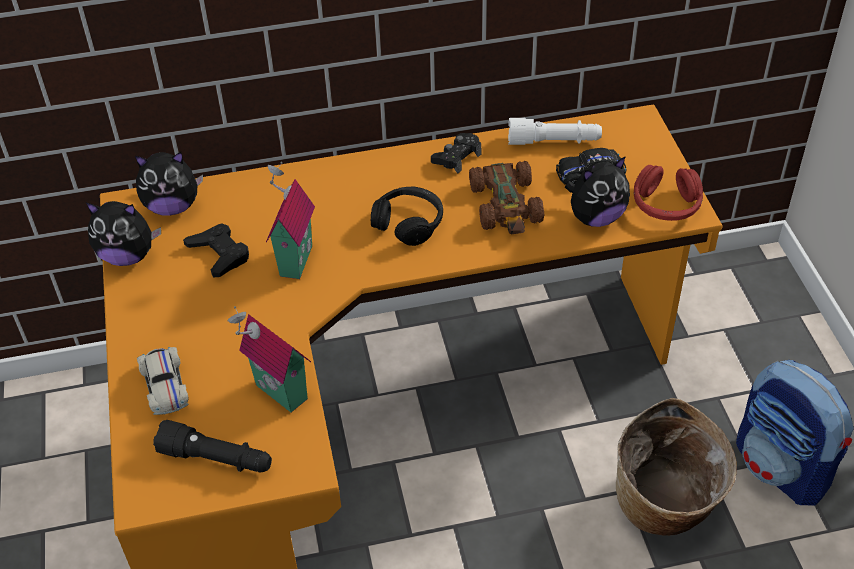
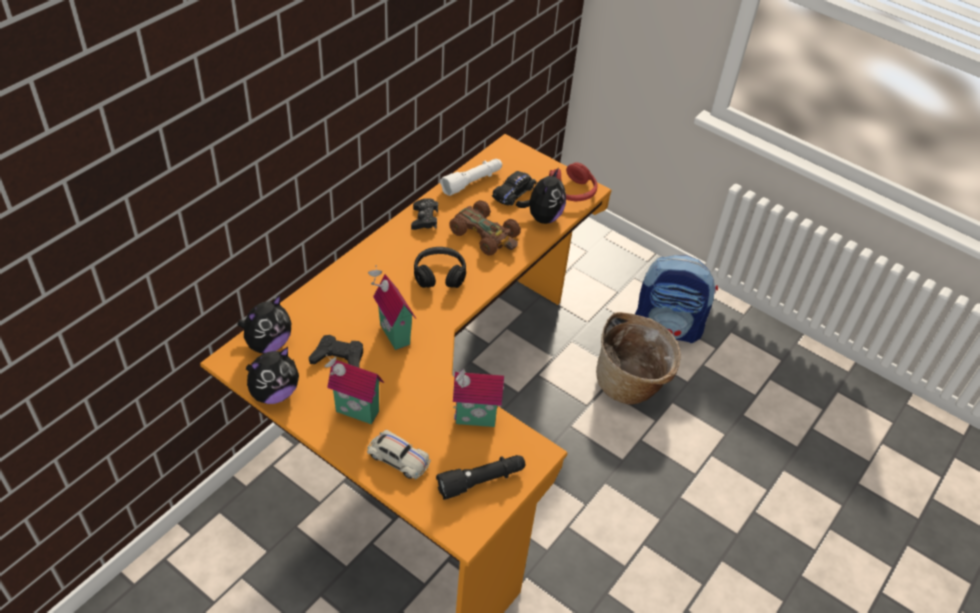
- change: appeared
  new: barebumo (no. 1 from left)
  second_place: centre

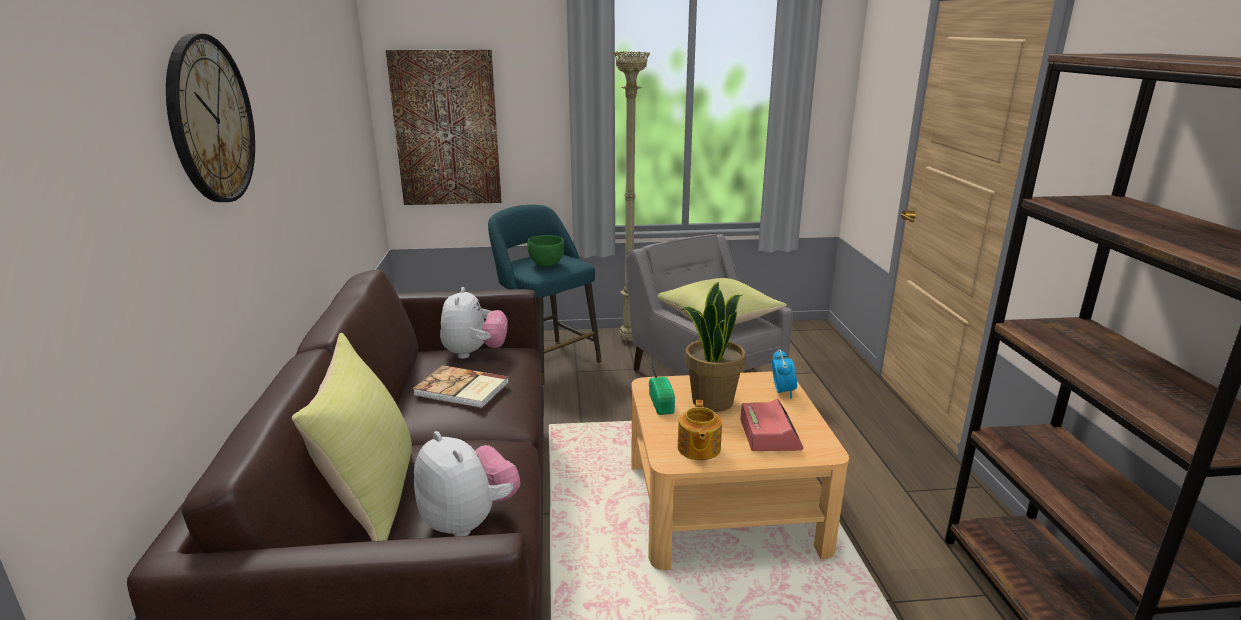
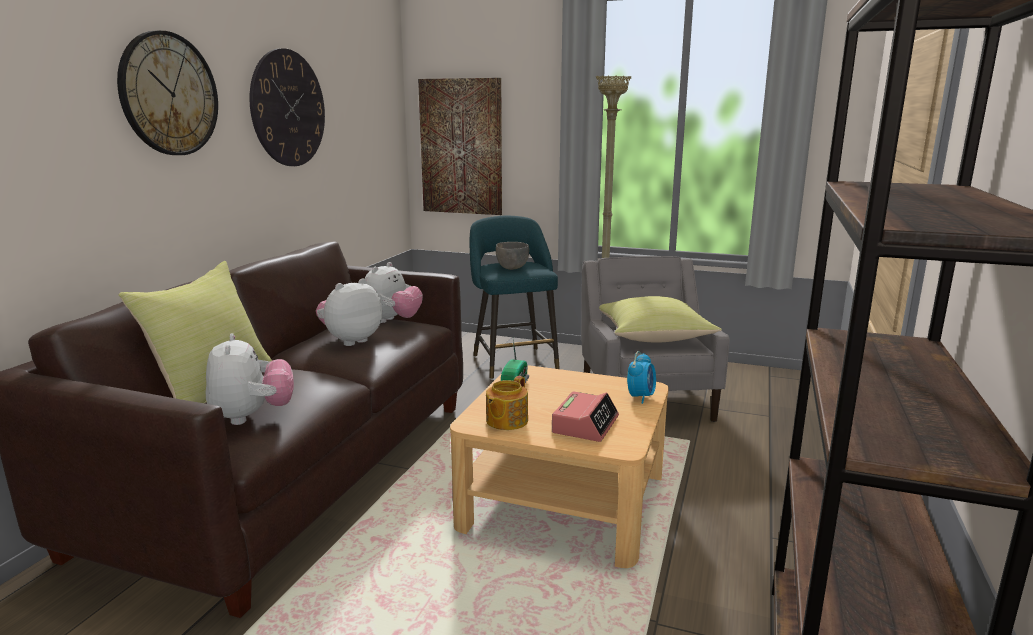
- change: exchanged
  old: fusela
  new: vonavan (no. 2 from left)
  first_place: centre
  second_place: centre
- change: colour
  old: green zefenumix
  new: grey zefenumix
  first_place: centre
  second_place: centre
- change: missing
  old: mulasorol
  first_place: centre
- change: appeared
  new: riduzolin (no. 2 from left)
  second_place: top left

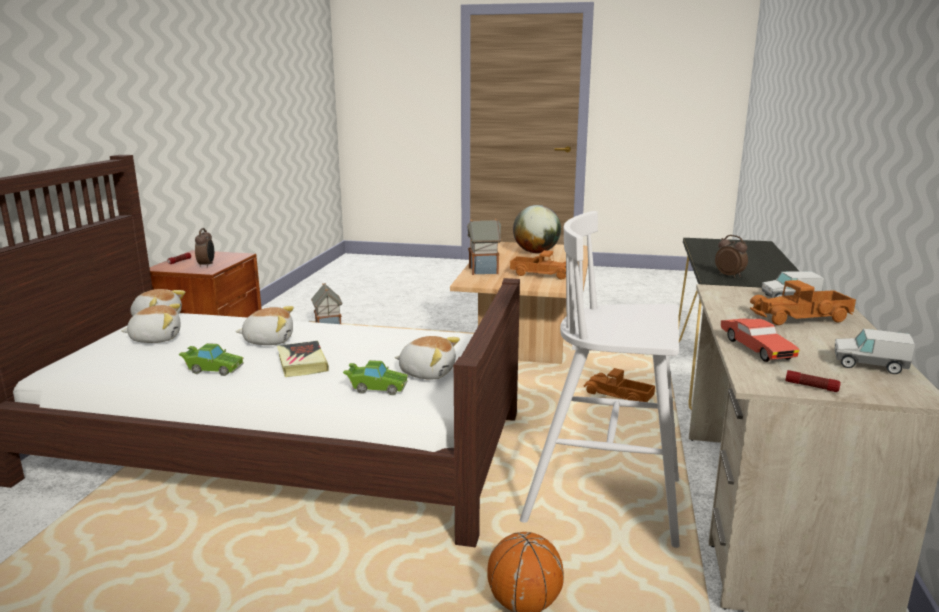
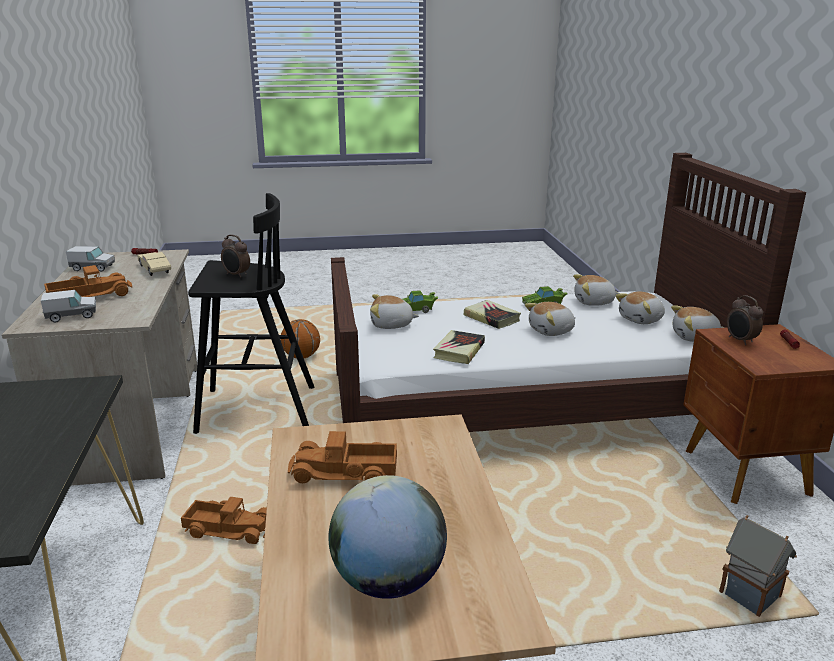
- change: missing
  old: barebumo (no. 2 from left)
  first_place: centre
- change: colour
  old: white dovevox
  new: black dovevox
  first_place: centre
  second_place: middle left
- change: relocated
  old: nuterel (no. 2 from left in the first image)
  new: nuterel (no. 1 from left)
  first_place: middle right
  second_place: middle left
- change: colour
  old: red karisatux
  new: beige karisatux
  first_place: middle right
  second_place: middle left
- change: appeared
  new: fusela (no. 1 from left)
  second_place: centre
- change: appeared
  new: vonavan (no. 3 from left)
  second_place: middle right

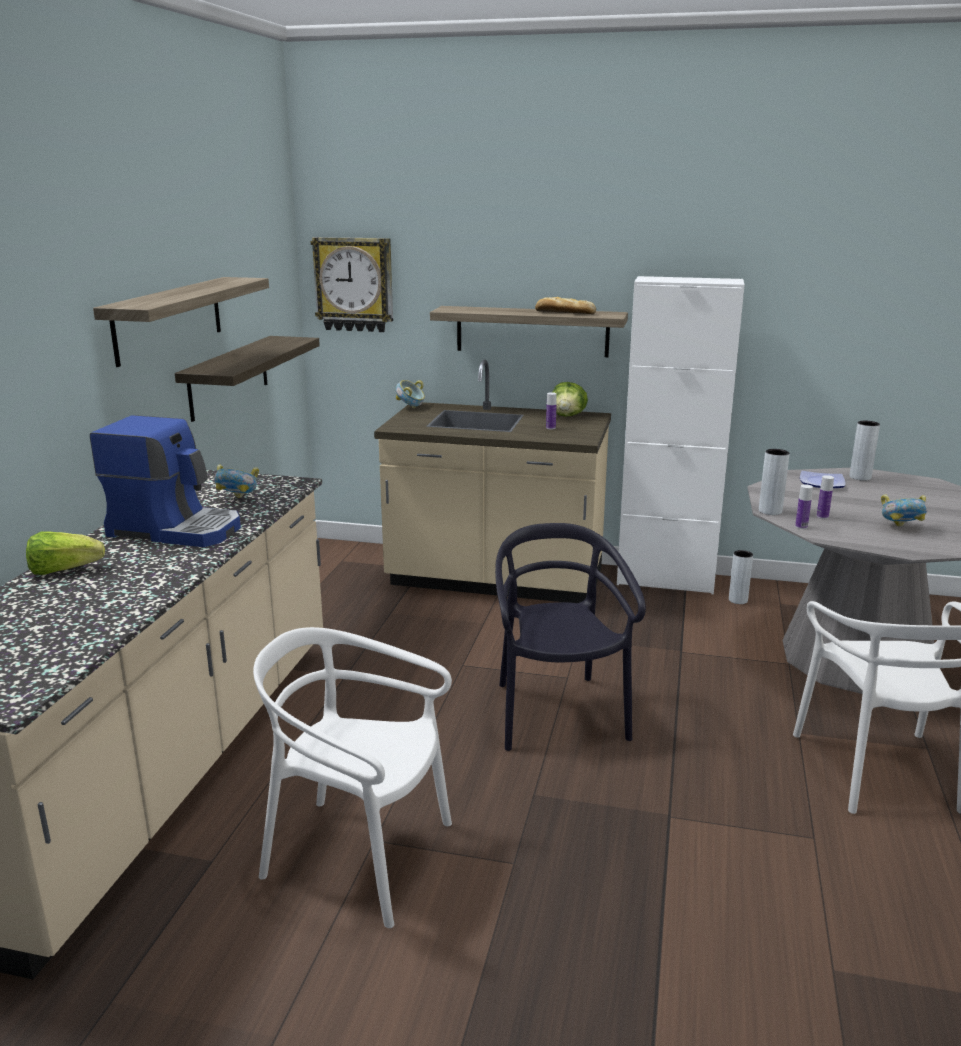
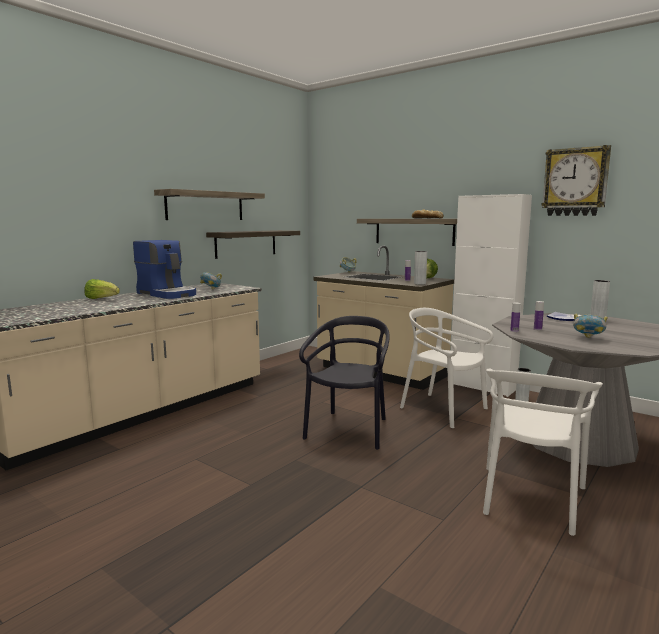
- change: relocated
  old: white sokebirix (no. 1 from left)
  first_place: bottom centre
  second_place: middle right
- change: relocated
  old: riduzolin
  first_place: top centre
  second_place: top right
- change: relocated
  old: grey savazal (no. 2 from left in the first image)
  new: grey savazal (no. 1 from left)
  first_place: middle right
  second_place: centre

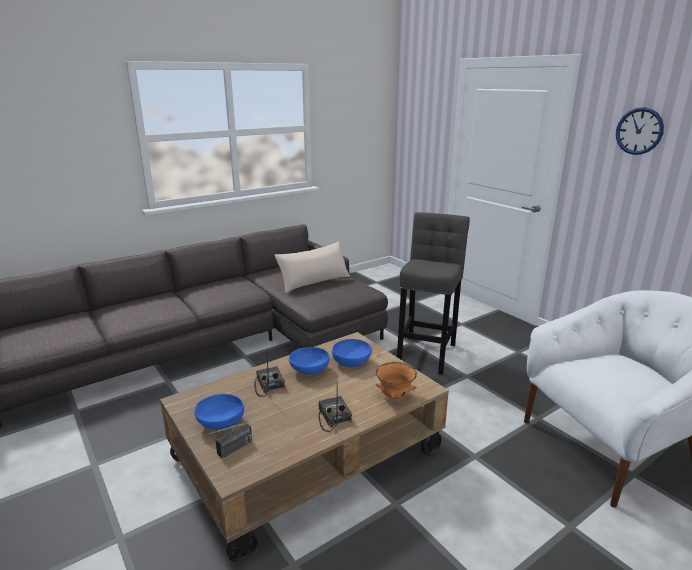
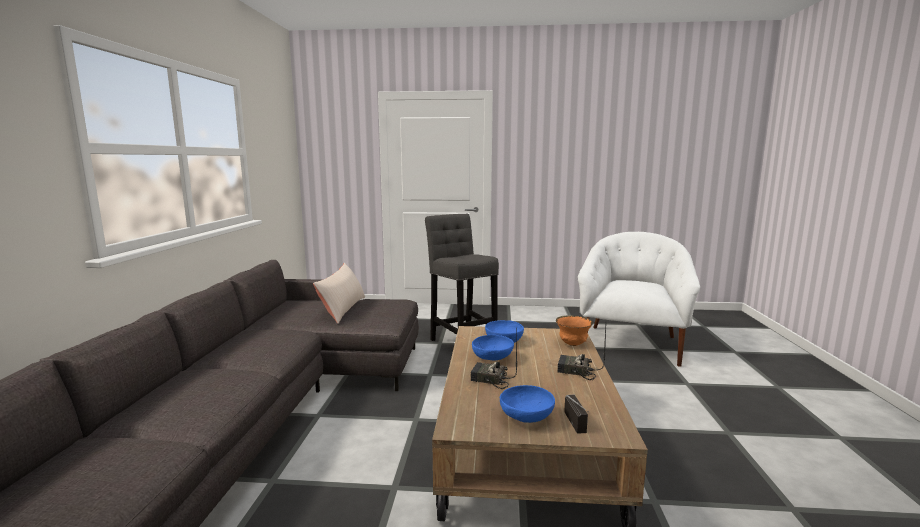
- change: missing
  old: riduzolin
  first_place: top right

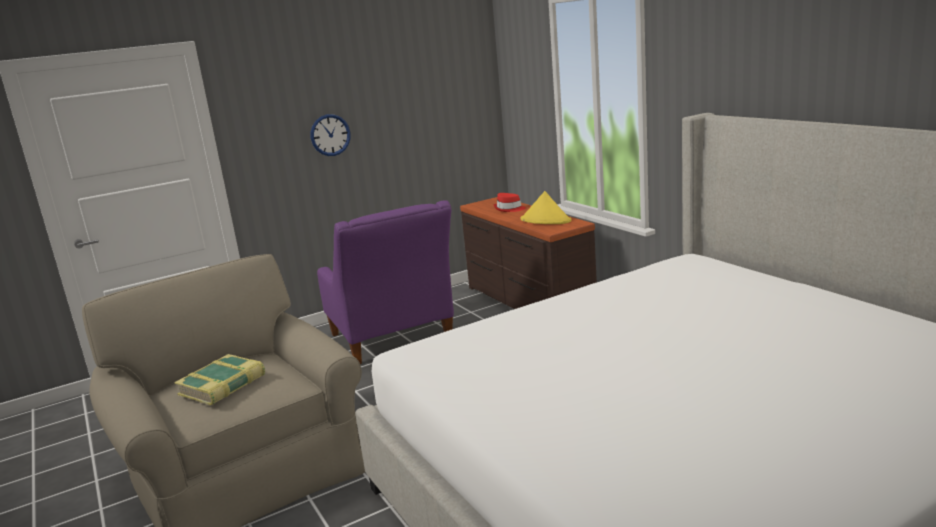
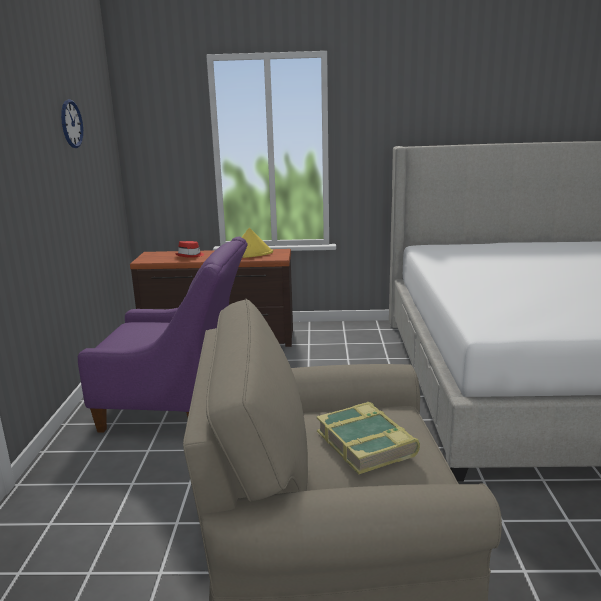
- change: relocated
  old: riduzolin
  first_place: top centre
  second_place: top left

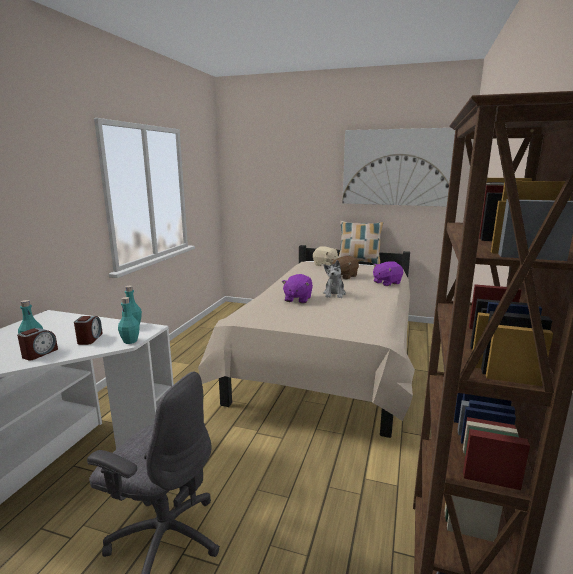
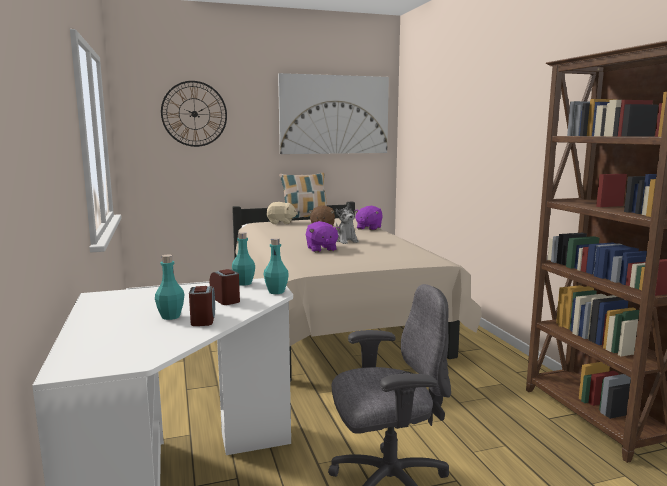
- change: appeared
  new: riduzolin
  second_place: top left

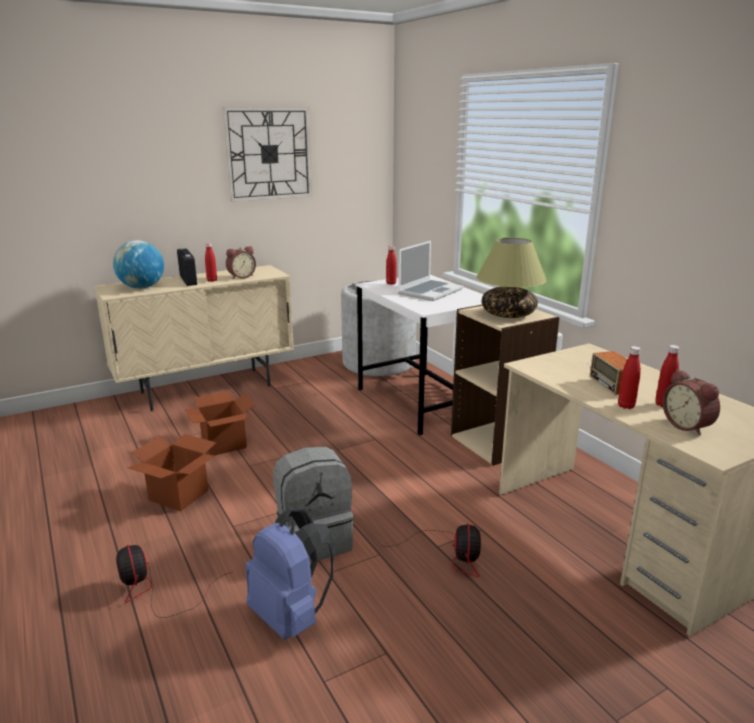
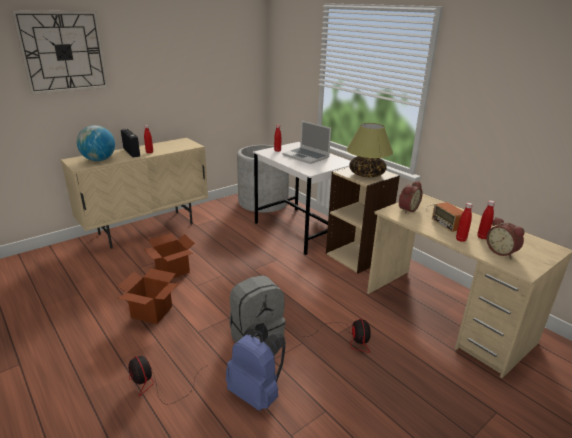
- change: relocated
  old: riduzolin
  first_place: top centre
  second_place: top left
- change: relocated
  old: nuterel (no. 1 from left)
  first_place: middle left
  second_place: middle right
- change: spun
  old: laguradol
  first_place: centre
  second_place: top centre
  degrees: 105

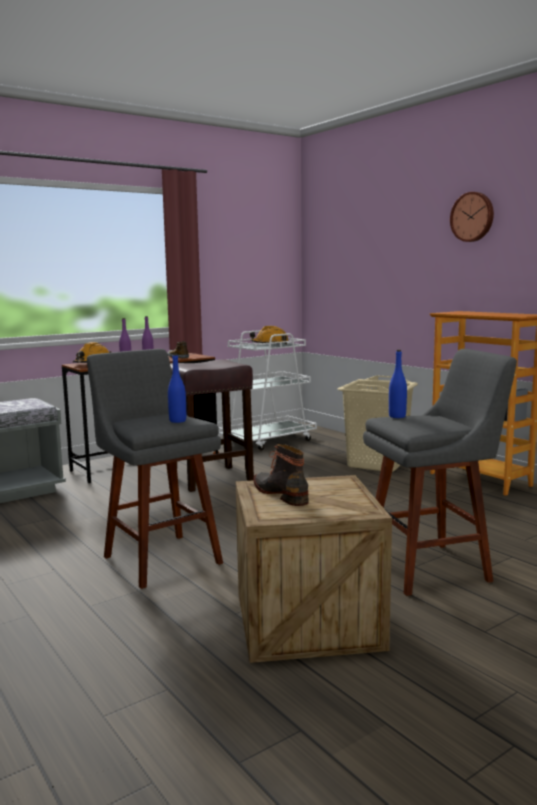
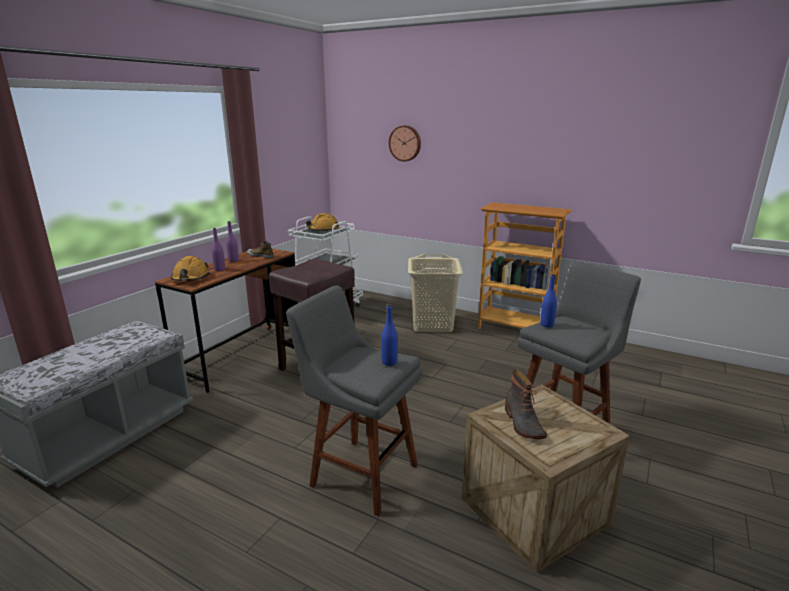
- change: spun
  old: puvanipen
  first_place: centre
  second_place: bottom right
  degrees: -135
- change: relocated
  old: riduzolin
  first_place: top right
  second_place: top centre

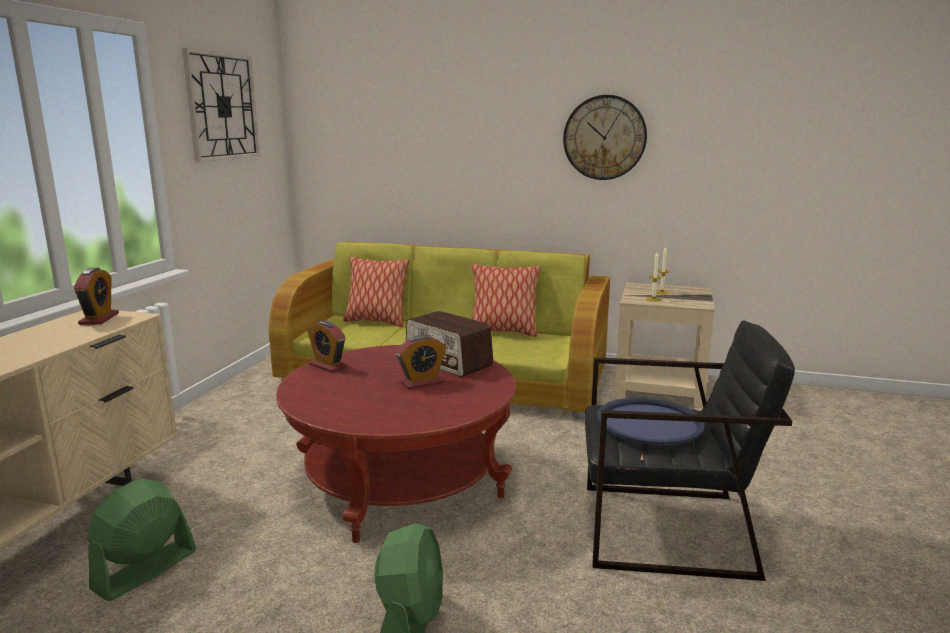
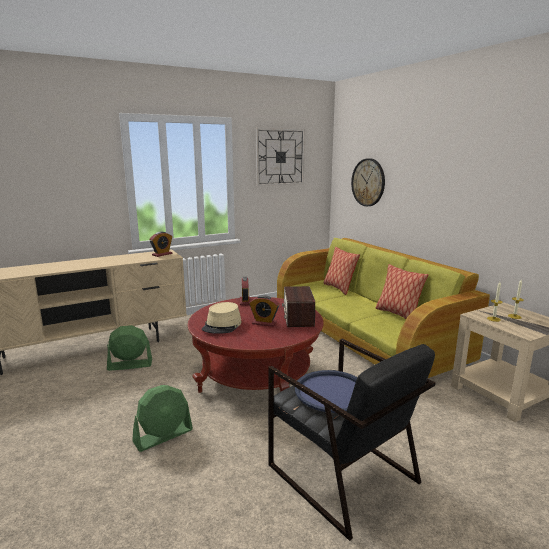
- change: relocated
  old: riduzolin (no. 2 from left)
  first_place: top centre
  second_place: top right
- change: appeared
  new: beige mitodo
  second_place: centre

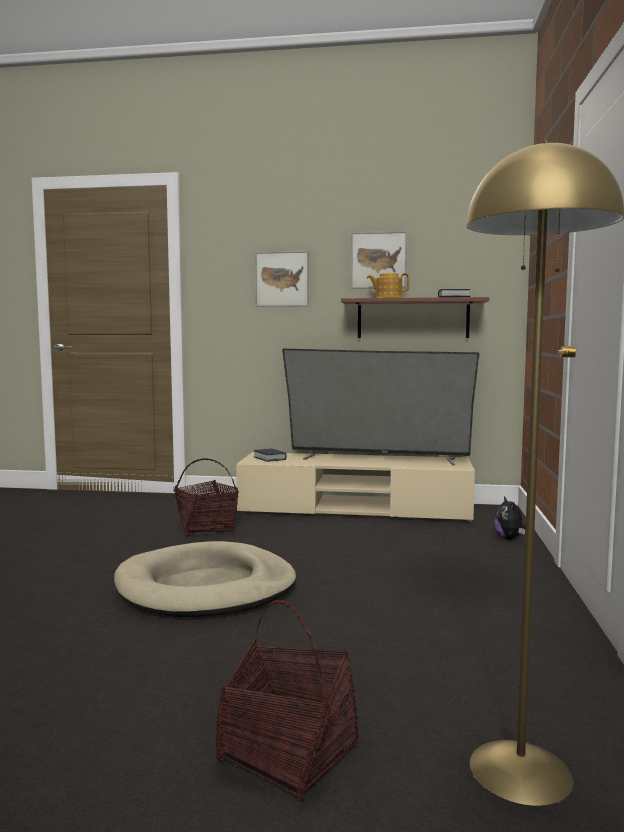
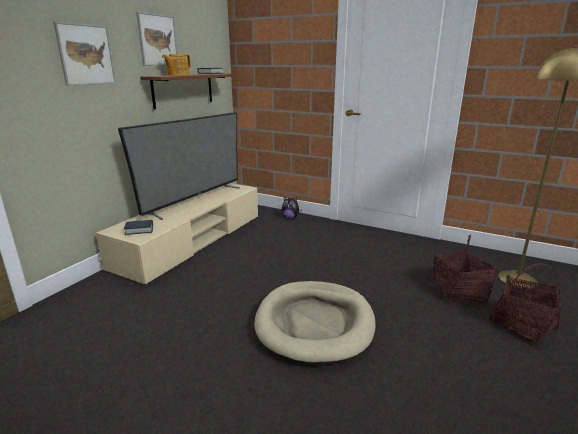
- change: relocated
  old: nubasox (no. 1 from left)
  first_place: middle left
  second_place: middle right

